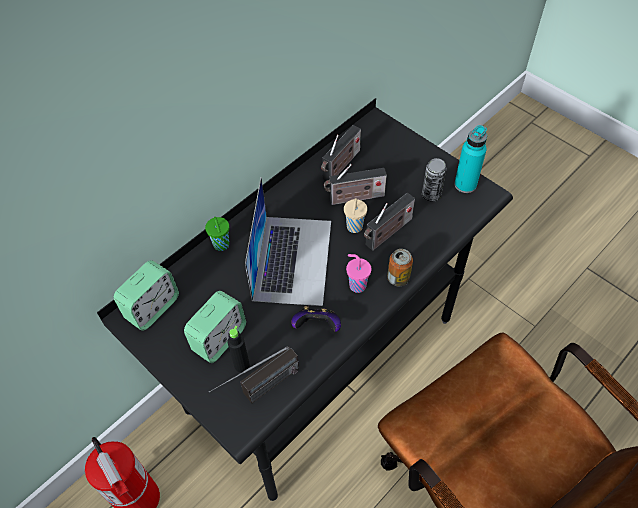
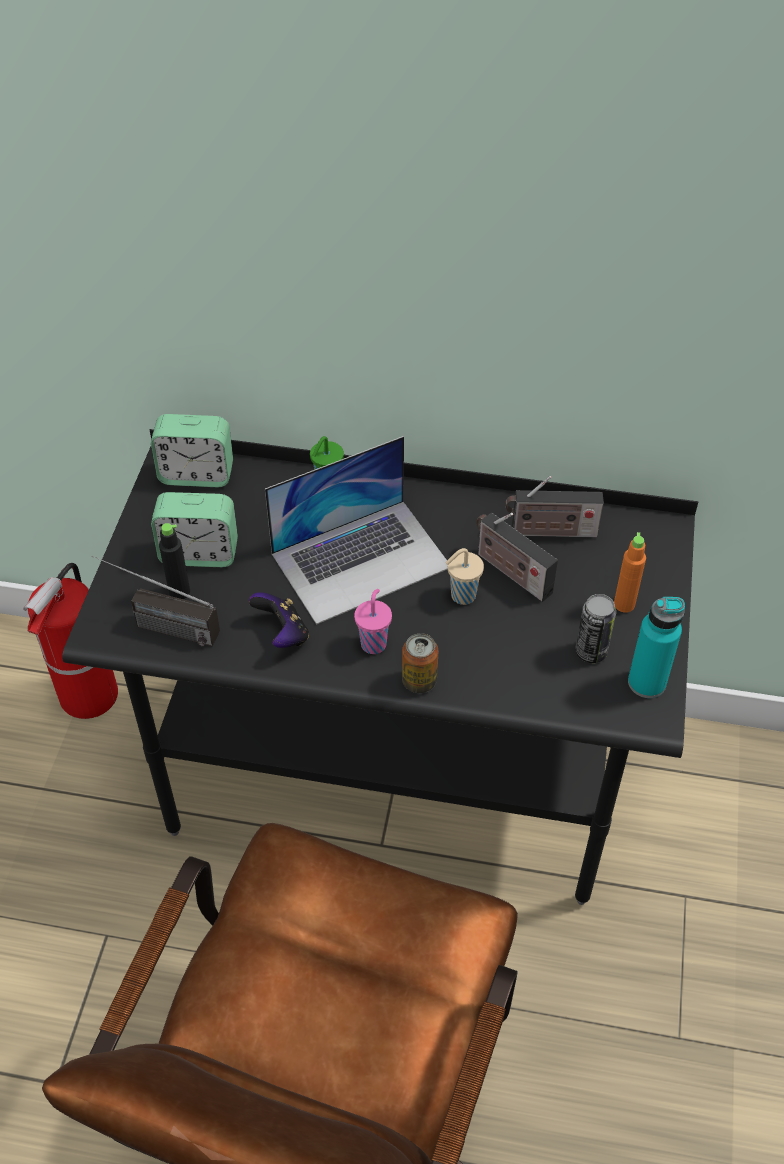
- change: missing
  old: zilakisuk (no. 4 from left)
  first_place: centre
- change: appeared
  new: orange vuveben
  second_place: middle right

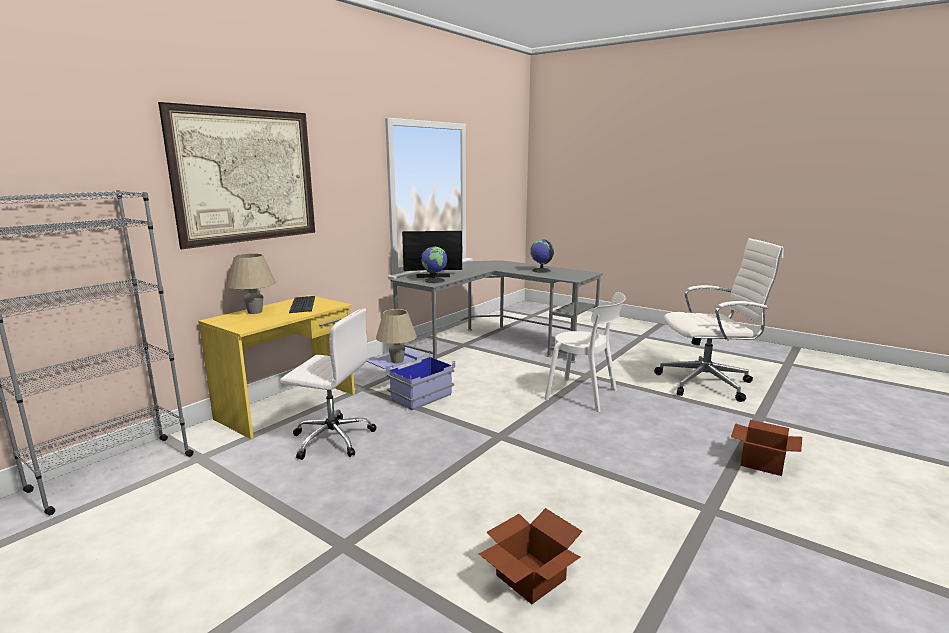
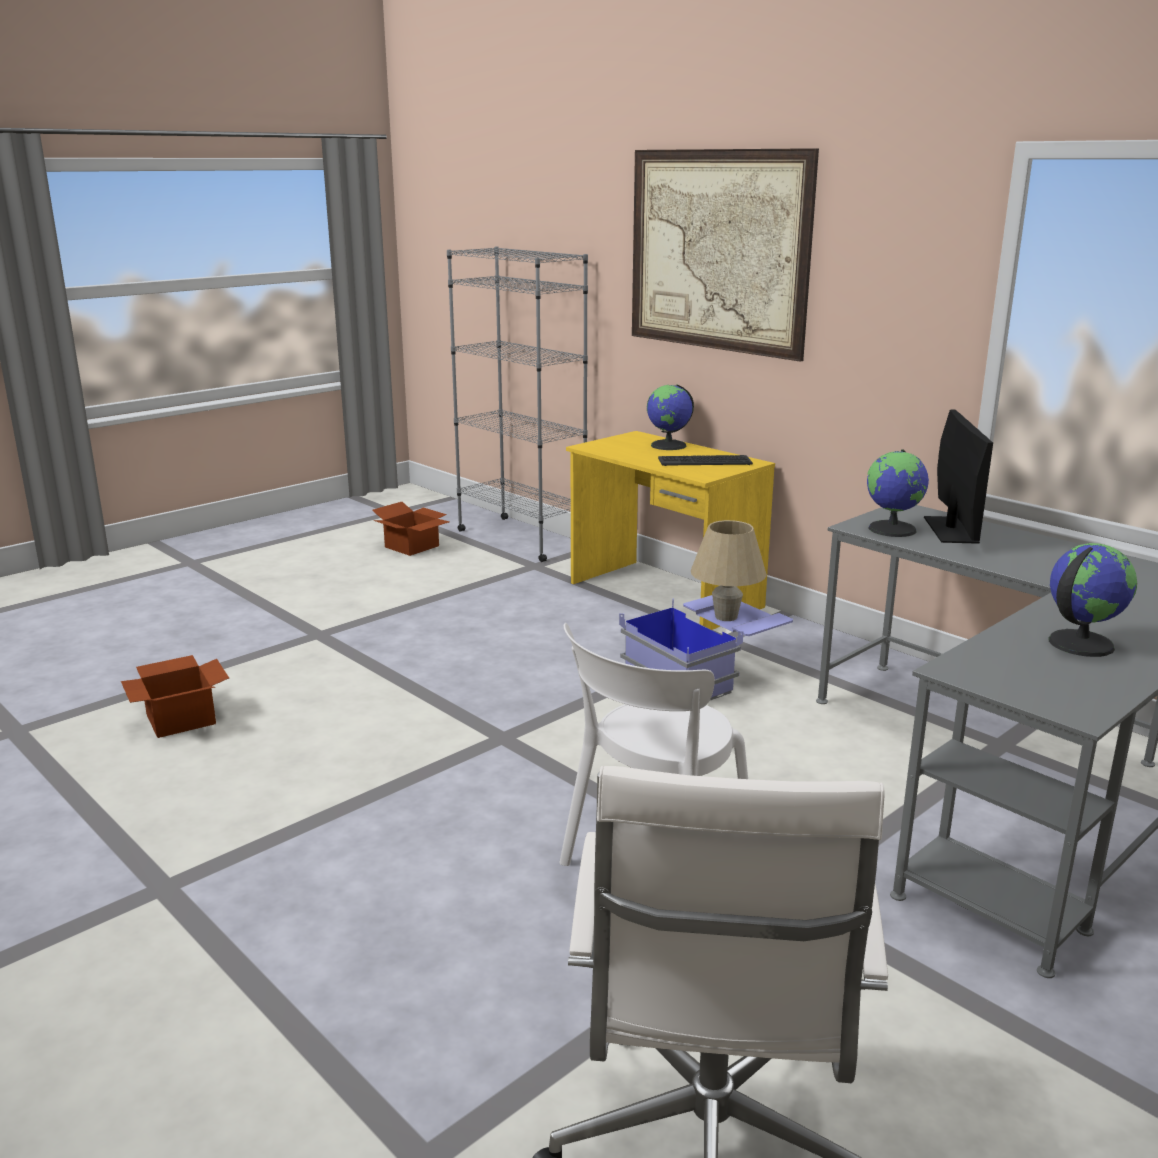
- change: exchanged
  old: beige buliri (no. 1 from left)
  new: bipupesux (no. 1 from left)
  first_place: middle left
  second_place: centre
- change: missing
  old: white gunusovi (no. 1 from left)
  first_place: centre
- change: relocated
  old: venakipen (no. 2 from left)
  first_place: bottom right
  second_place: centre

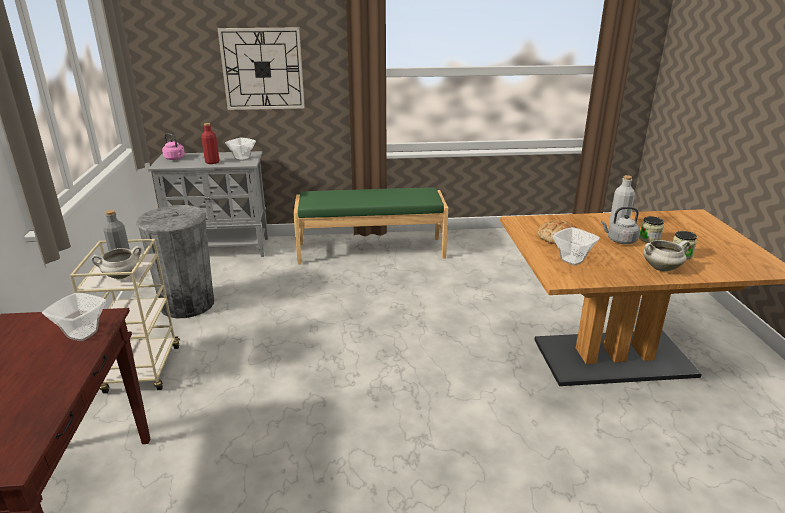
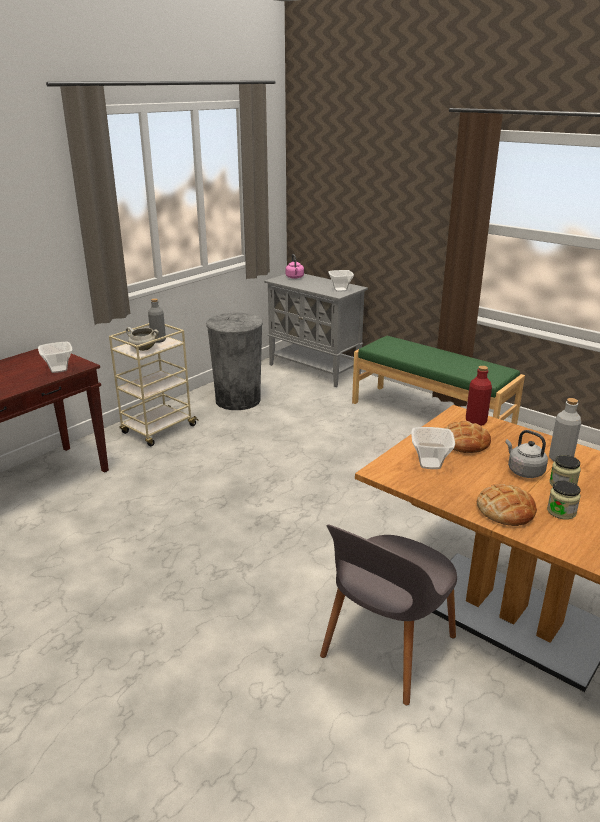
- change: relocated
  old: red vuveben
  first_place: top left
  second_place: middle right
- change: missing
  old: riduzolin
  first_place: top left
- change: exchanged
  old: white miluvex (no. 2 from left)
  new: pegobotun (no. 2 from left)
  first_place: middle right
  second_place: middle right
- change: appeared
  new: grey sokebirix
  second_place: bottom centre

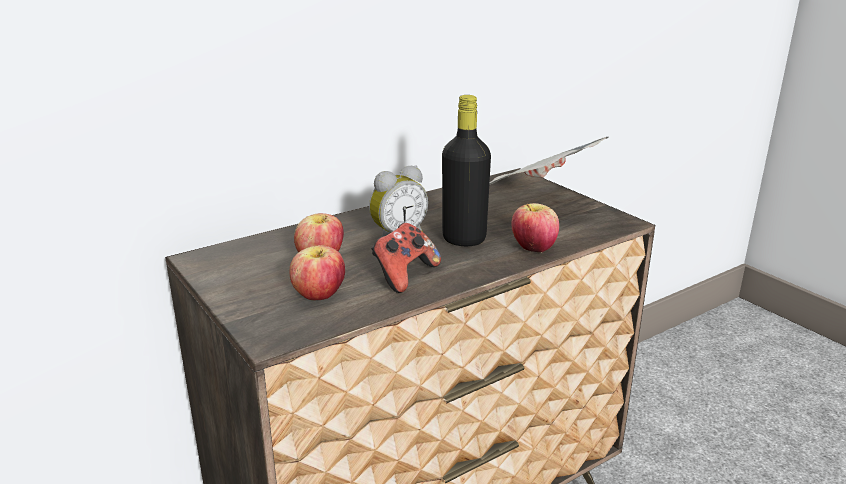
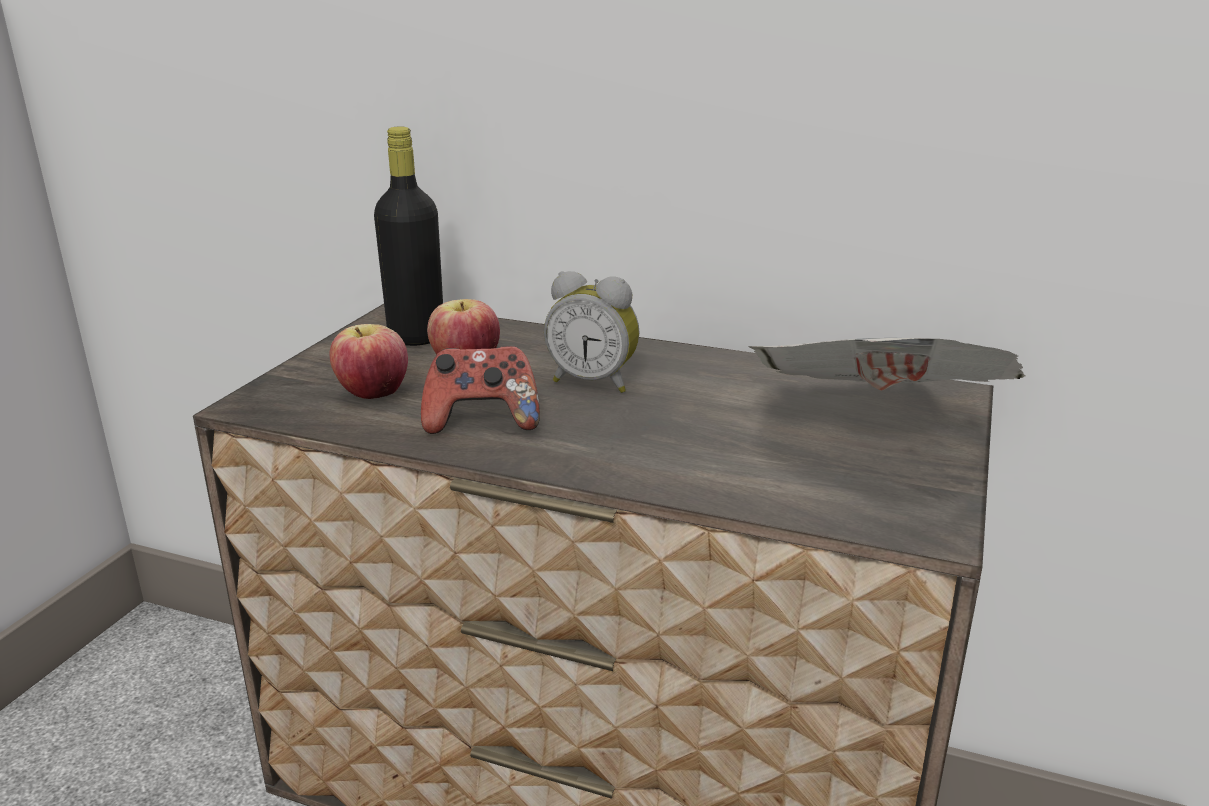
- change: relocated
  old: black vuveben
  first_place: centre
  second_place: top centre
- change: missing
  old: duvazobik (no. 3 from left)
  first_place: centre

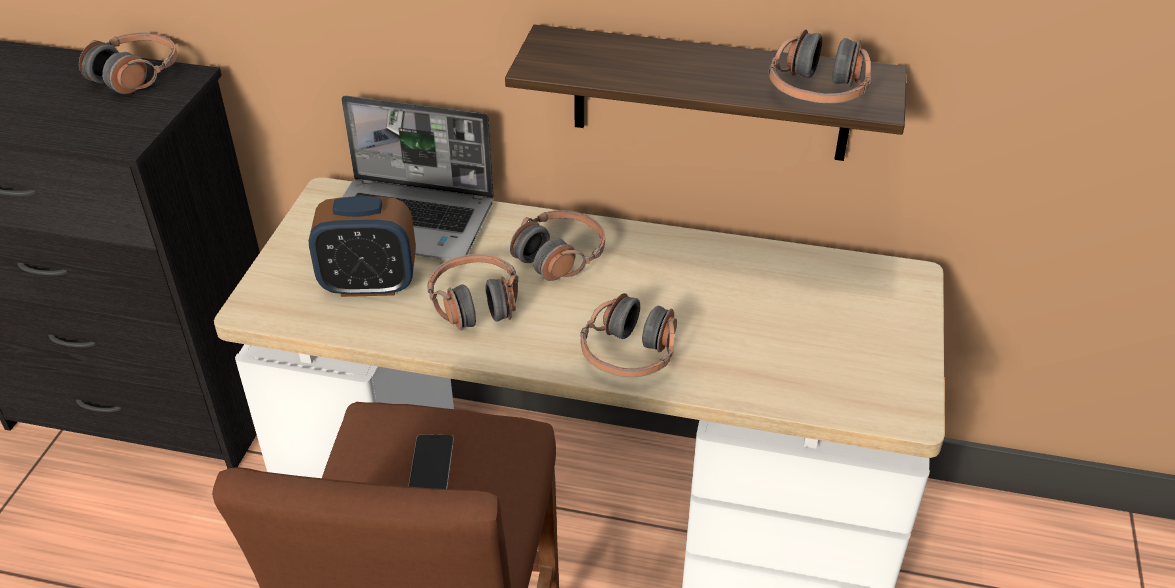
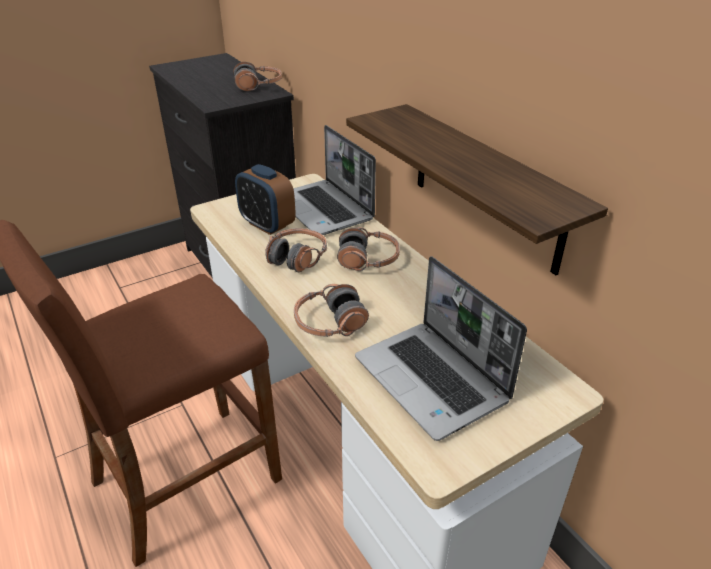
- change: missing
  old: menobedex
  first_place: bottom centre
- change: missing
  old: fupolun (no. 5 from left)
  first_place: top right
- change: appeared
  new: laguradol (no. 2 from left)
  second_place: centre

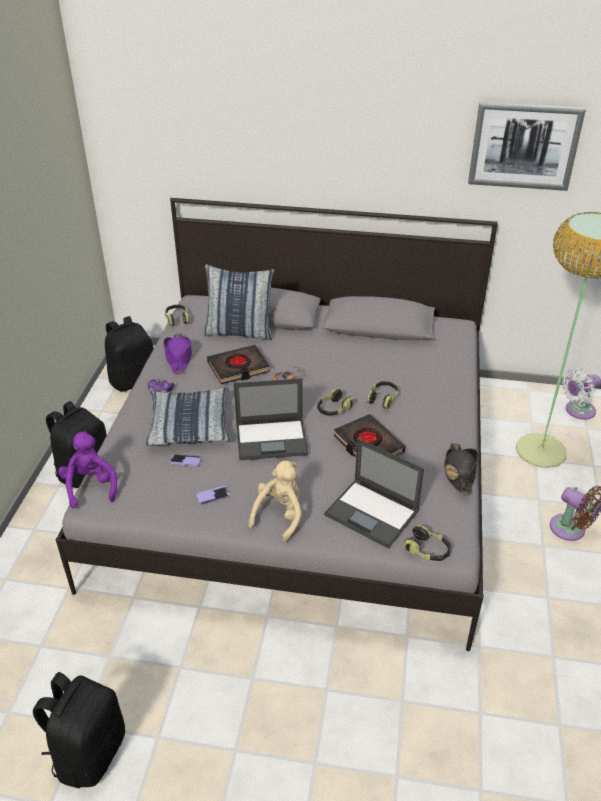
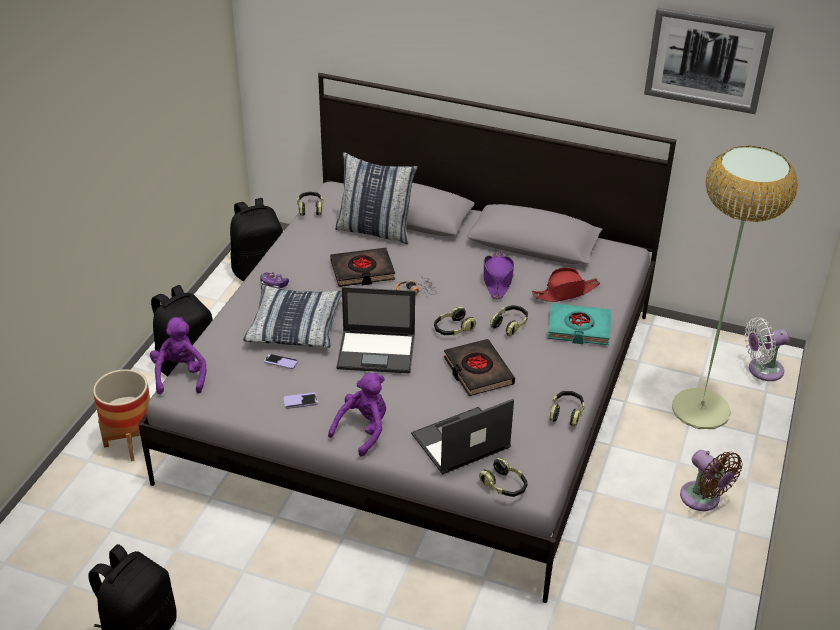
- change: relocated
  old: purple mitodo
  first_place: middle left
  second_place: centre
- change: colour
  old: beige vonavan
  new: purple vonavan (no. 2 from left)
  first_place: centre
  second_place: centre
- change: spun
  old: laguradol (no. 2 from left)
  first_place: centre
  second_place: bottom centre
  degrees: 105
- change: exchanged
  old: black mitodo
  new: fupolun (no. 6 from left)
  first_place: middle right
  second_place: middle right
- change: appeared
  new: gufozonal
  second_place: middle left
- change: appeared
  new: red mitodo
  second_place: middle right
- change: appeared
  new: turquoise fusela
  second_place: middle right

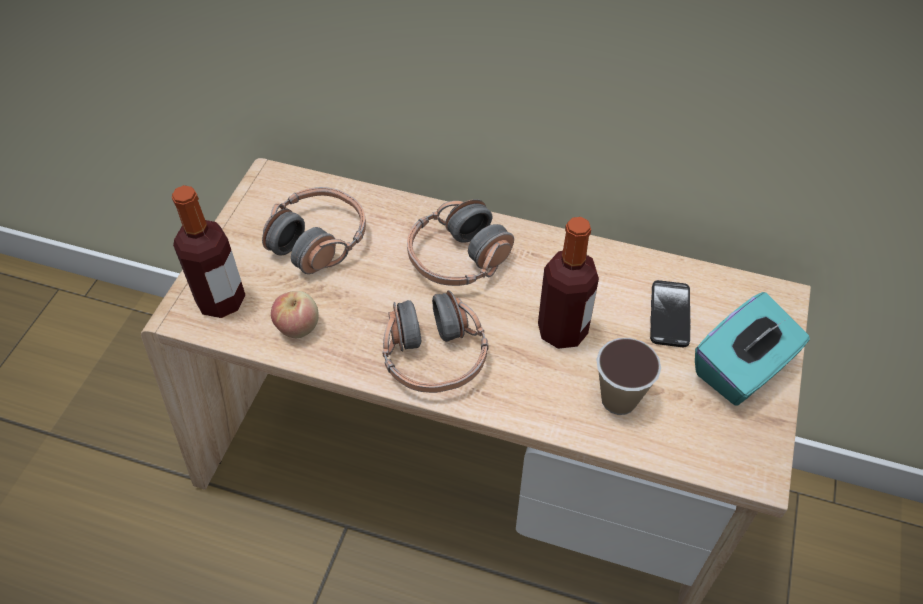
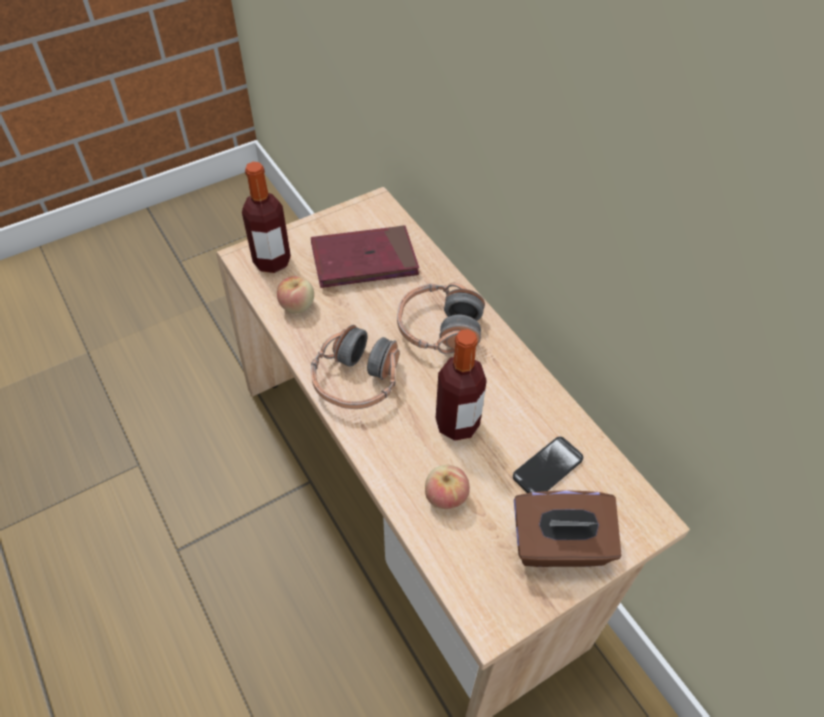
- change: exchanged
  old: fupolun (no. 1 from left)
  new: red fusela
  first_place: centre
  second_place: centre
- change: exchanged
  old: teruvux
  new: duvazobik (no. 2 from left)
  first_place: middle right
  second_place: bottom centre
- change: colour
  old: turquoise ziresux
  new: brown ziresux
  first_place: middle right
  second_place: bottom right

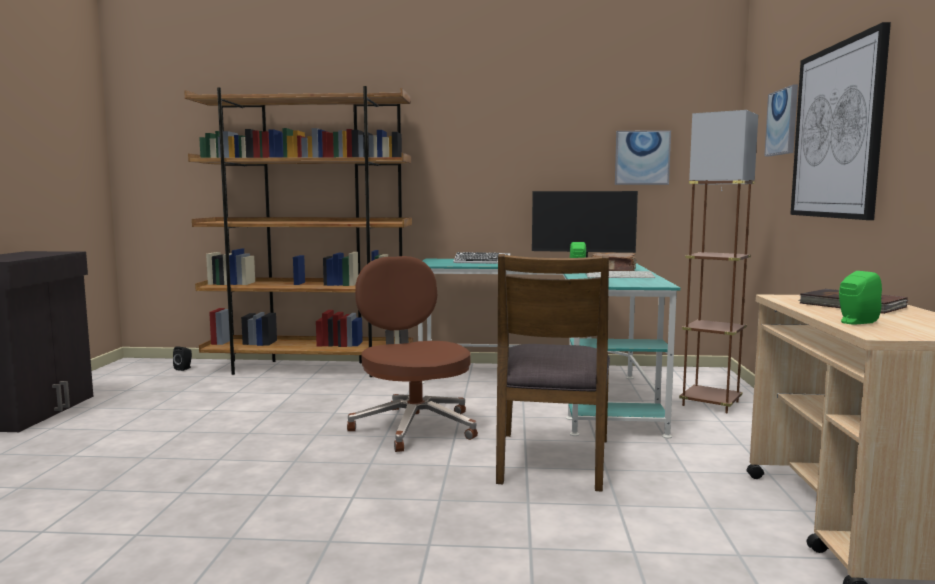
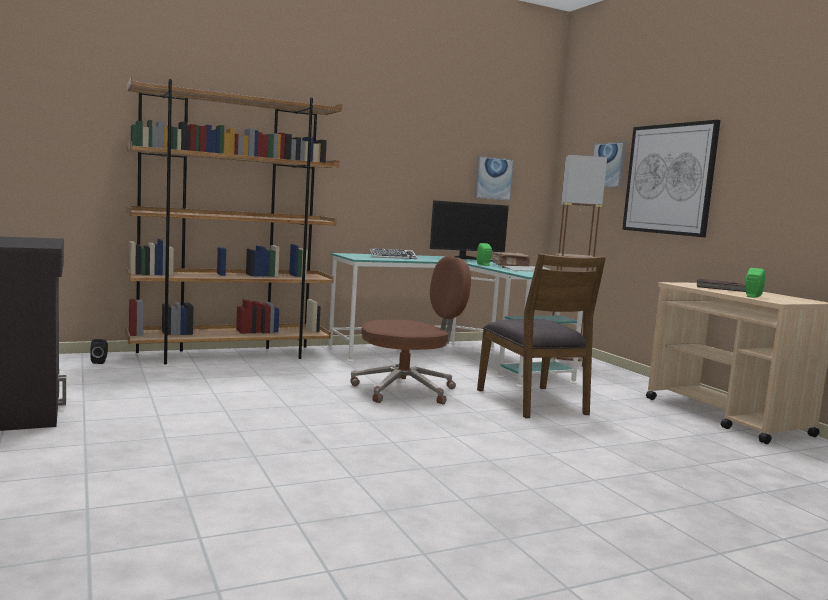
- change: spun
  old: brown gunusovi
  first_place: centre
  second_place: centre
  degrees: 120

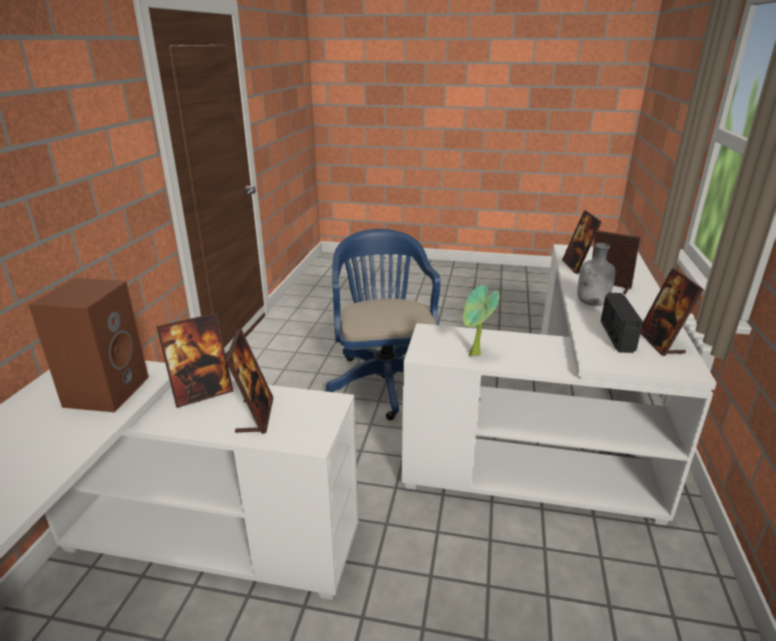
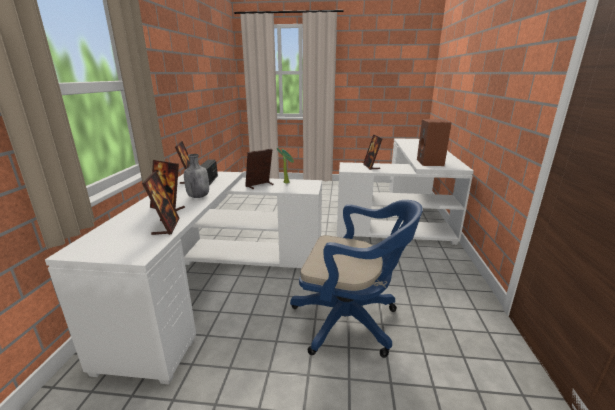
- change: relocated
  old: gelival (no. 1 from left in the first image)
  new: gelival (no. 4 from left)
  first_place: middle left
  second_place: centre
- change: spun
  old: blue gunusovi
  first_place: centre
  second_place: bottom centre
  degrees: -60

